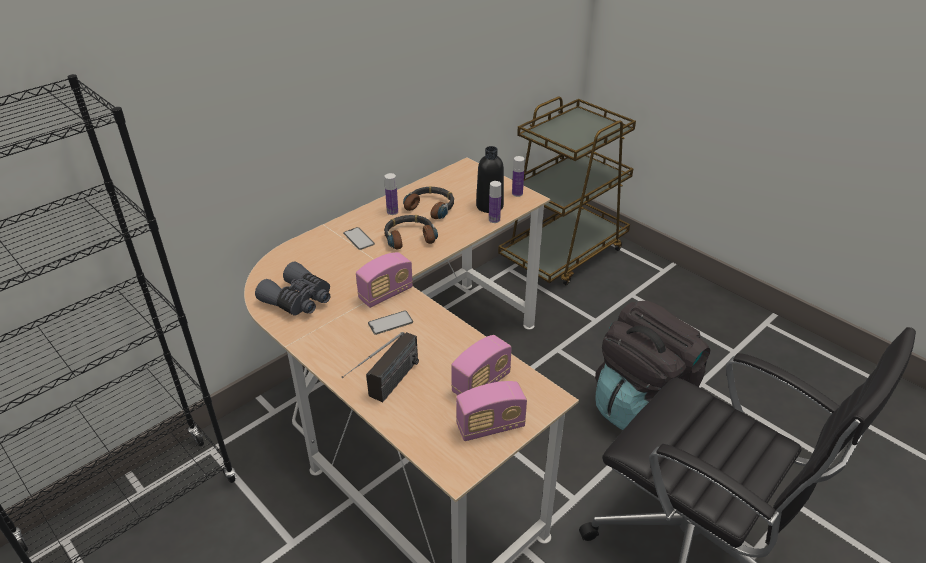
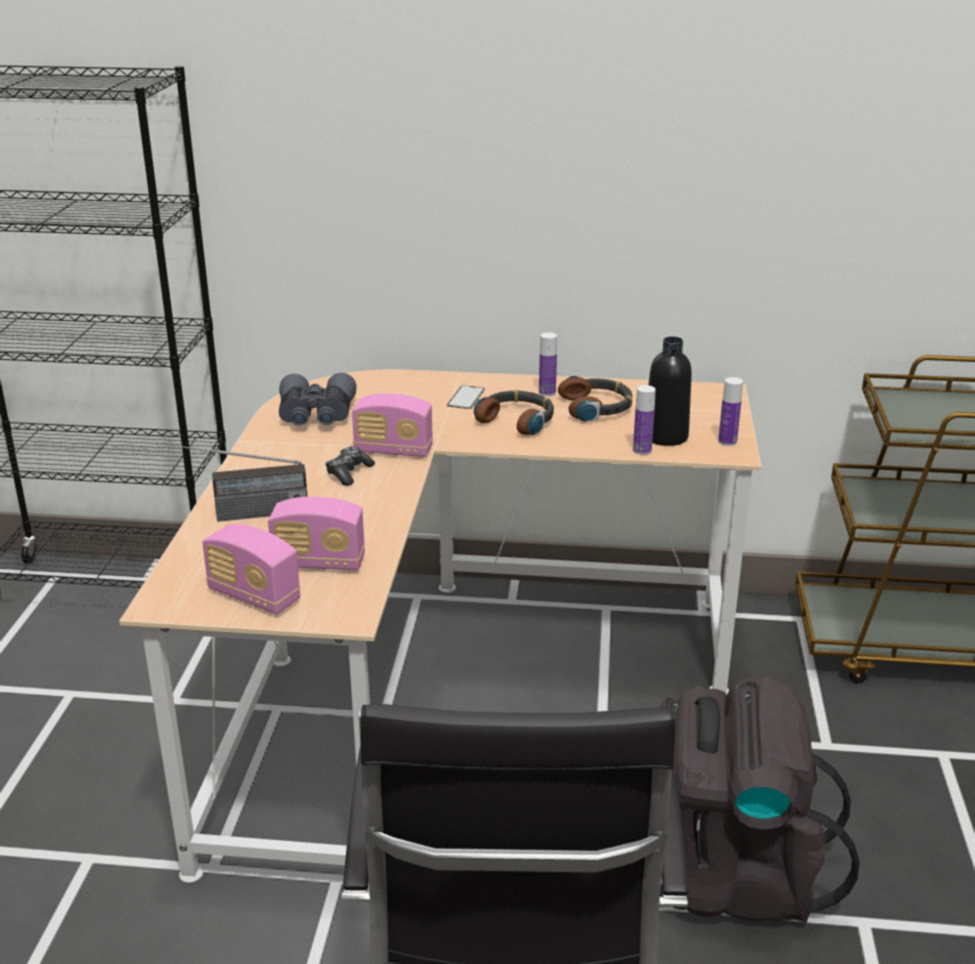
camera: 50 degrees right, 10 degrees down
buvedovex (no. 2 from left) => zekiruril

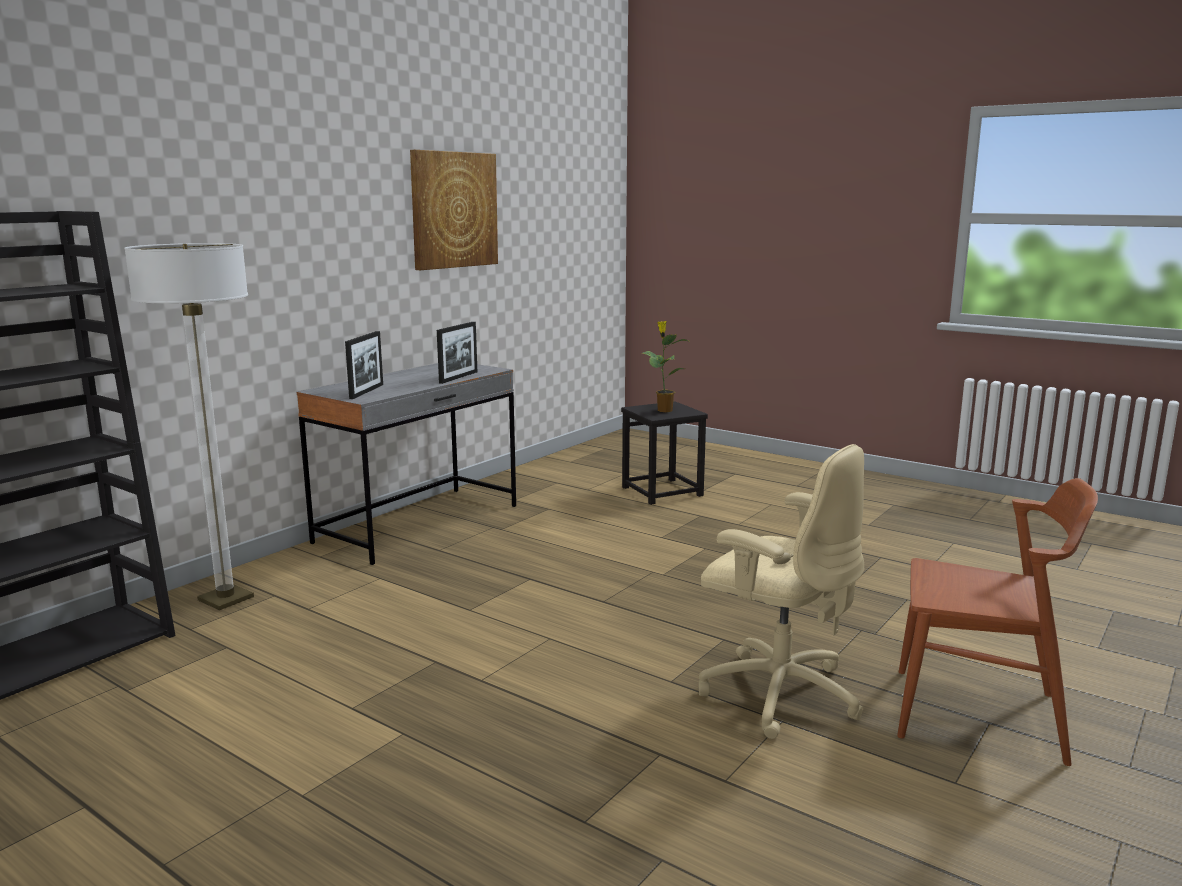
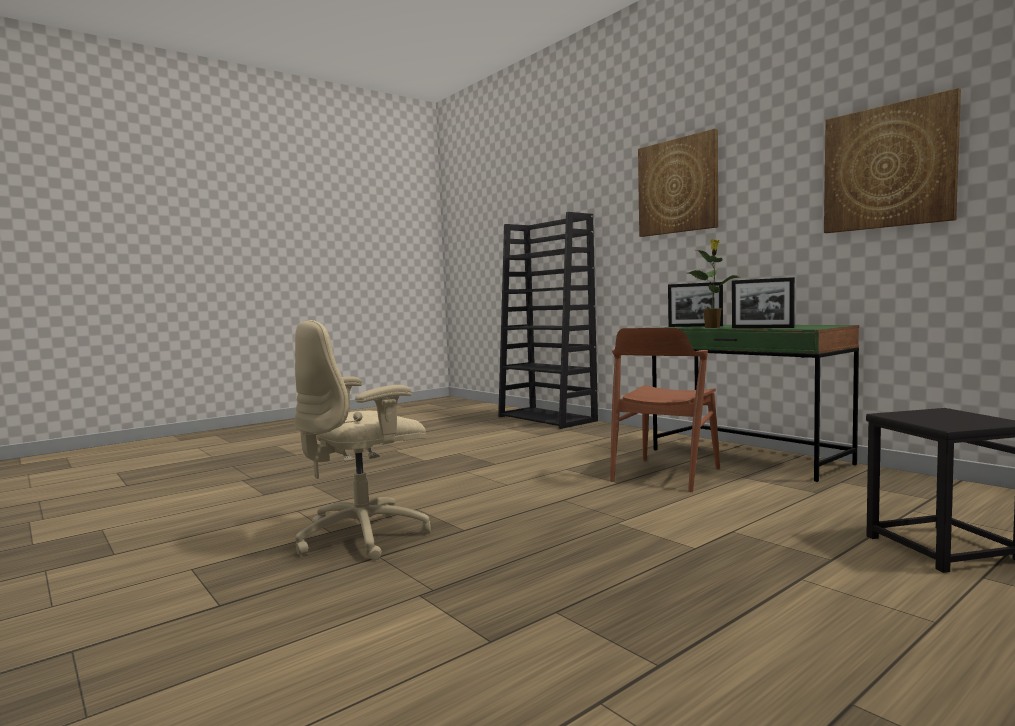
camera: 105 degrees right, 10 degrees down
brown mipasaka, relocated
nothing => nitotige (no. 1 from left)
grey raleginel => green raleginel
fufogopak, relocated
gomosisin => nothing

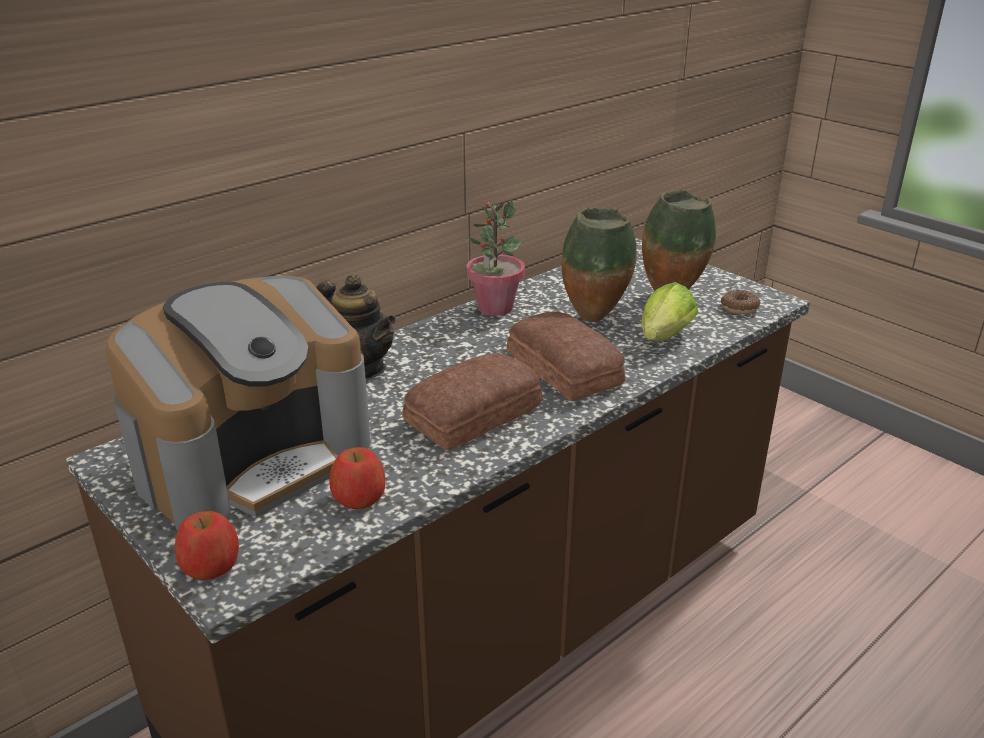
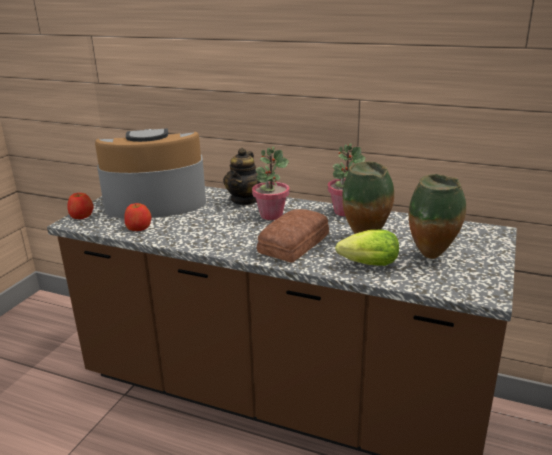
camera: 65 degrees right, 5 degrees down
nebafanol, 150 degrees clockwise
nothing => fufogopak (no. 1 from left)
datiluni (no. 1 from left) => nothing
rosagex => nothing

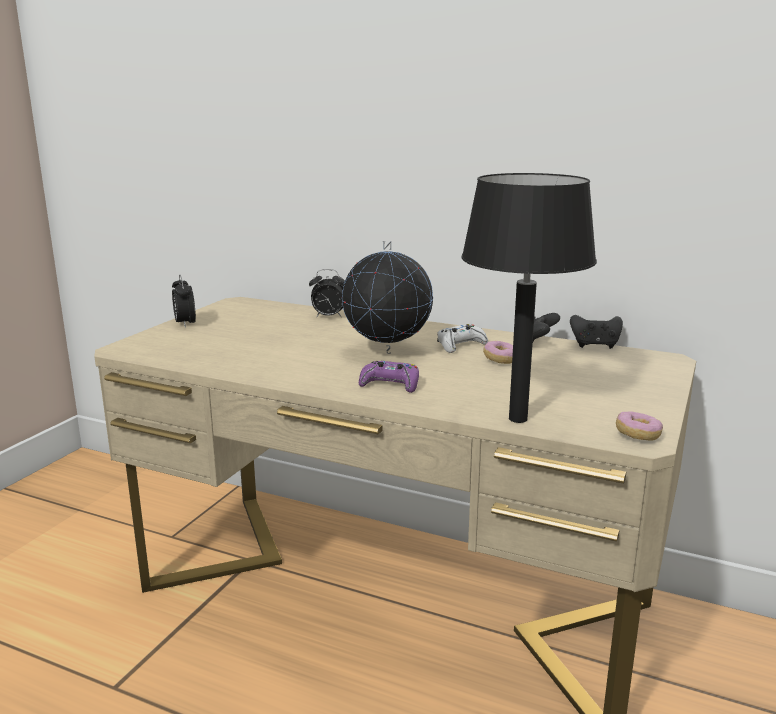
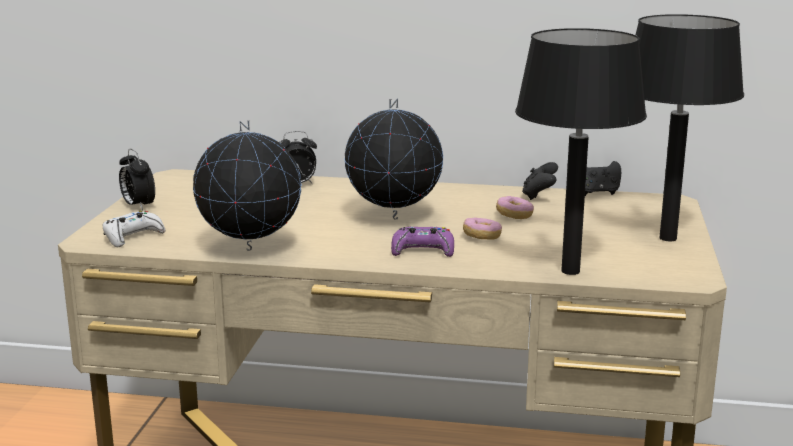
camera: 15 degrees left, 0 degrees up
white zekiruril, relocated
nothing => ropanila (no. 1 from left)
rosagex (no. 2 from left in the first image) => rosagex (no. 1 from left), relocated
nothing => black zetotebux (no. 2 from left)

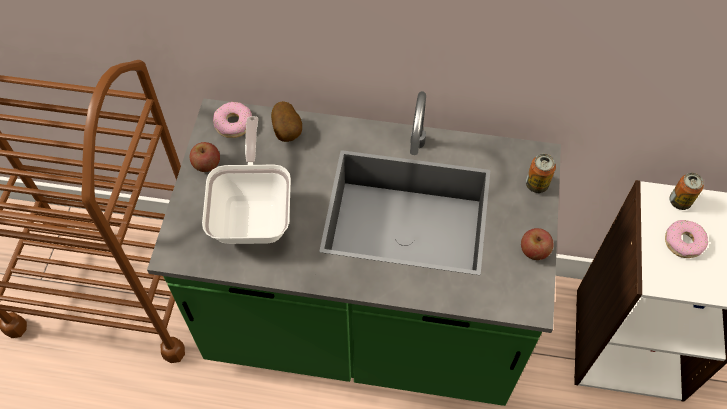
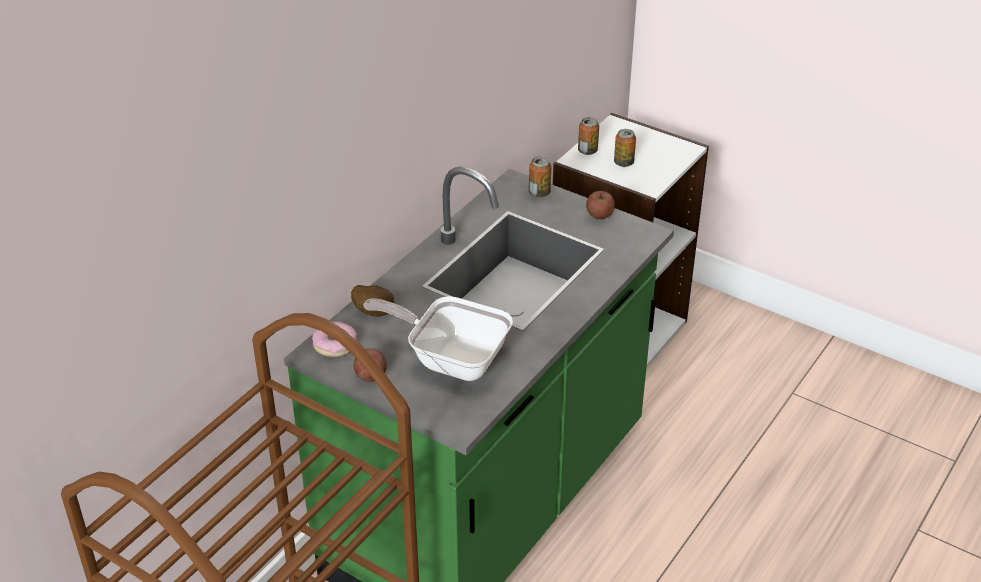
camera: 65 degrees left, 20 degrees down
rosagex (no. 2 from left) => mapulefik (no. 3 from left)

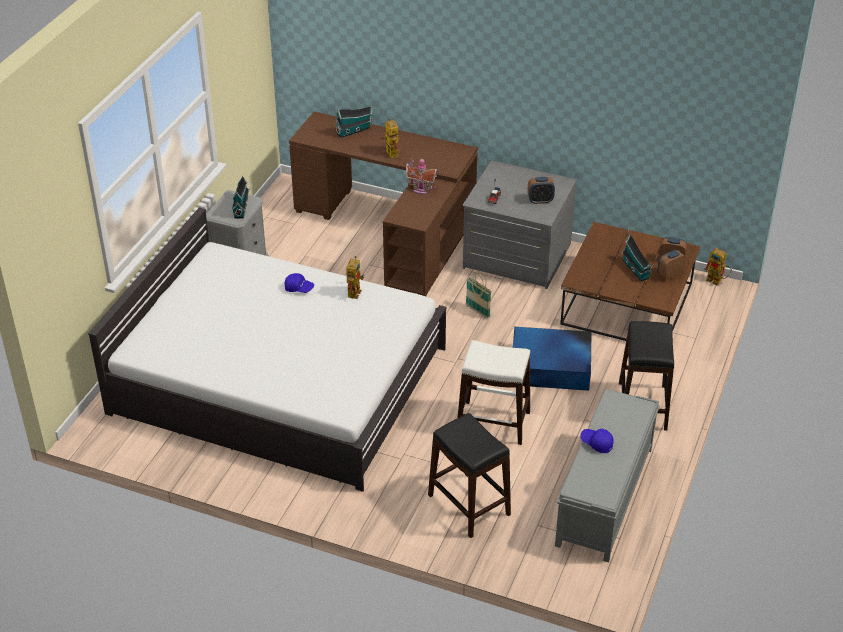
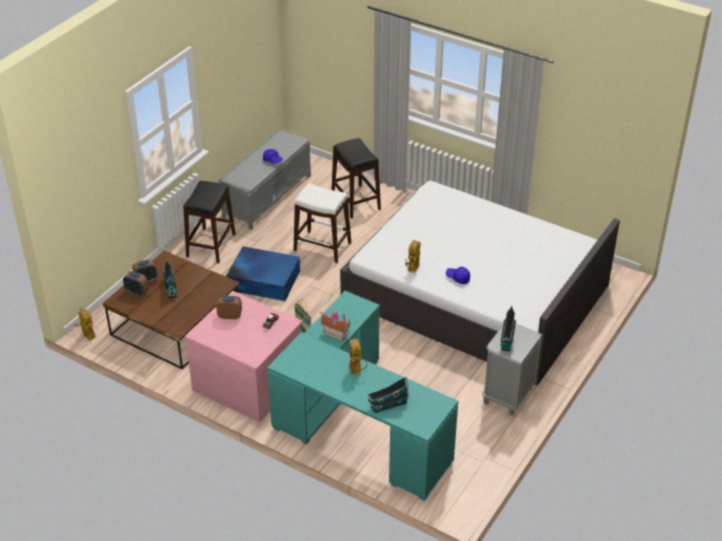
camera: 170 degrees left, 0 degrees up
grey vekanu => pink vekanu
brown raleginel => turquoise raleginel

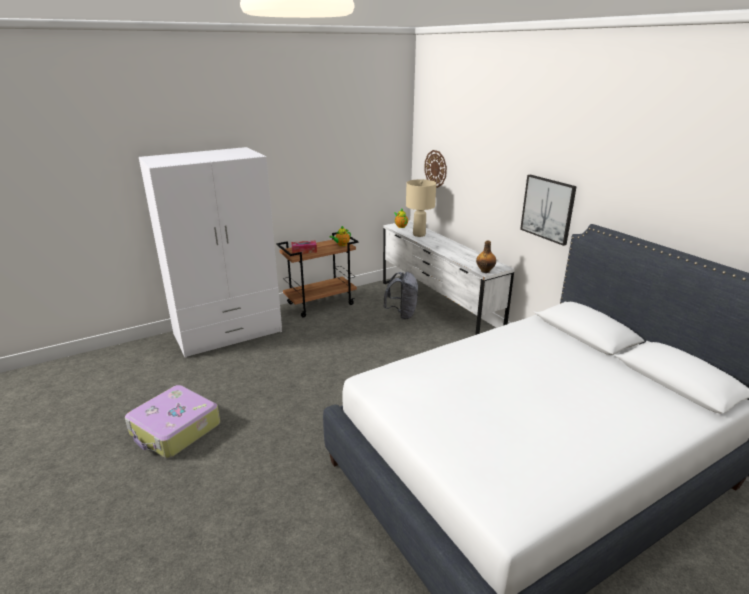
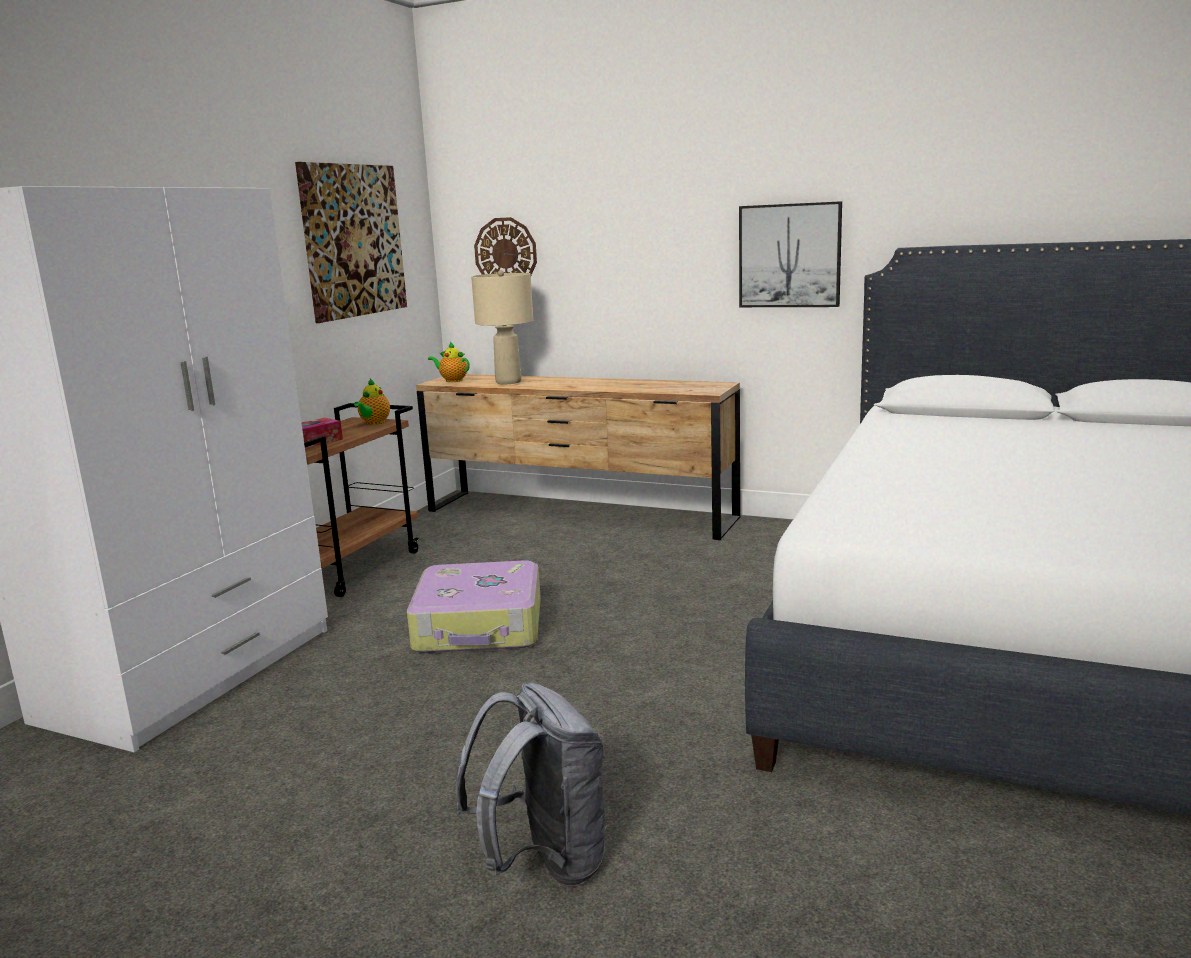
camera: 35 degrees left, 10 degrees down
nothing => nitotige (no. 1 from left)
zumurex, relocated
white vekanu => brown vekanu
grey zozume, relocated
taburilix => nothing

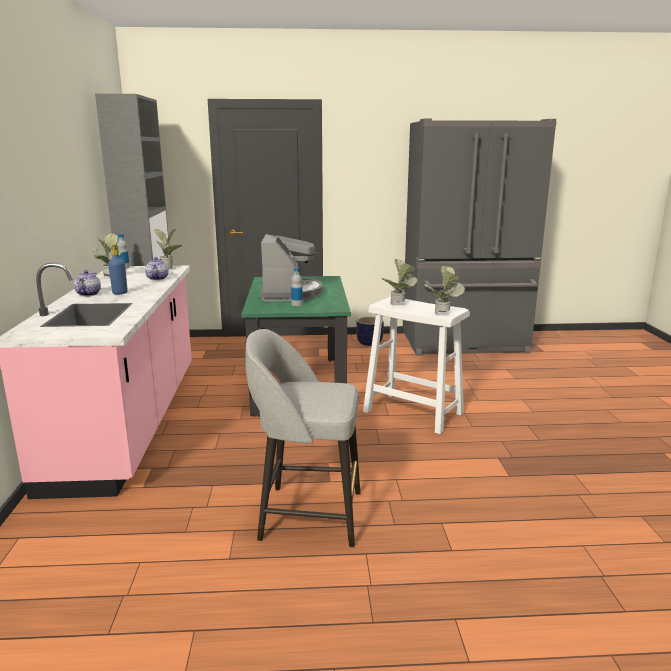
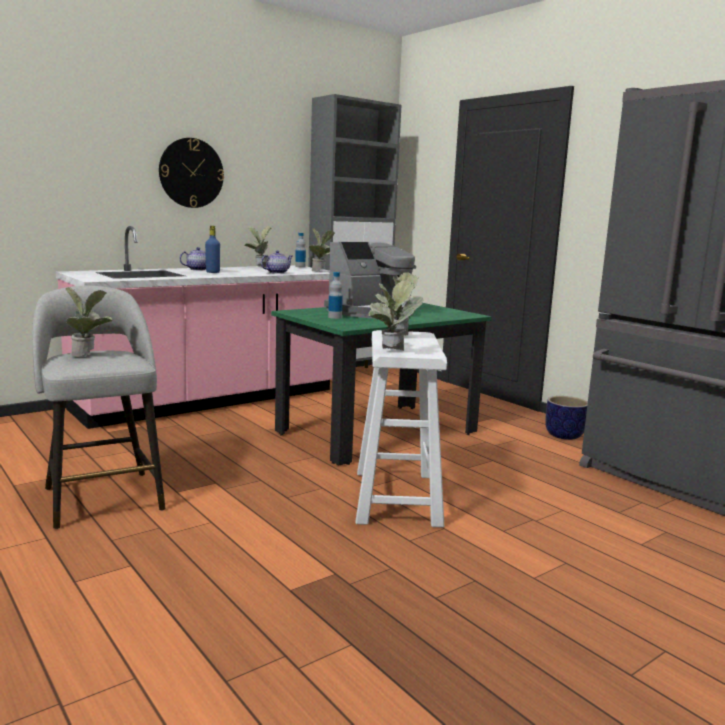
camera: 55 degrees right, 5 degrees down
nothing => fufogopak (no. 1 from left)
nothing => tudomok

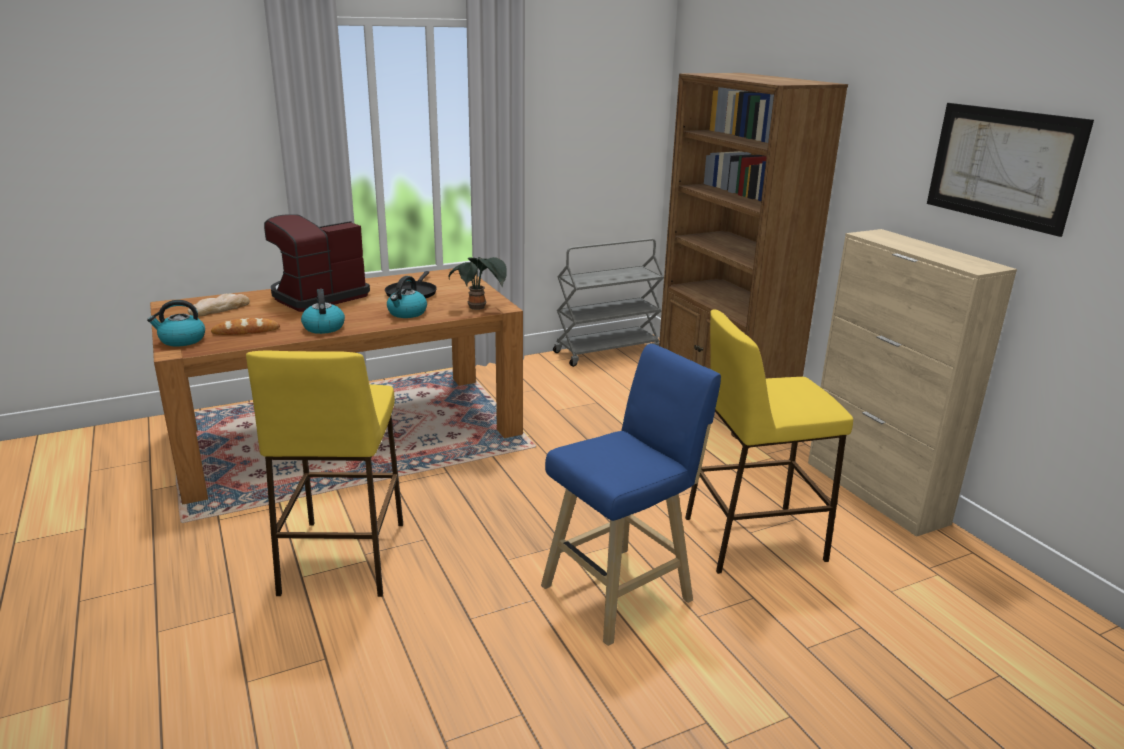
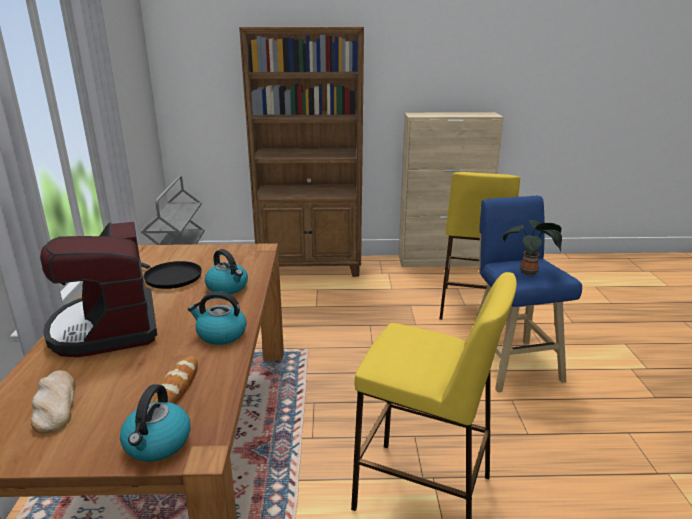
camera: 65 degrees left, 0 degrees up
fufogopak, relocated
nitotige => nothing

